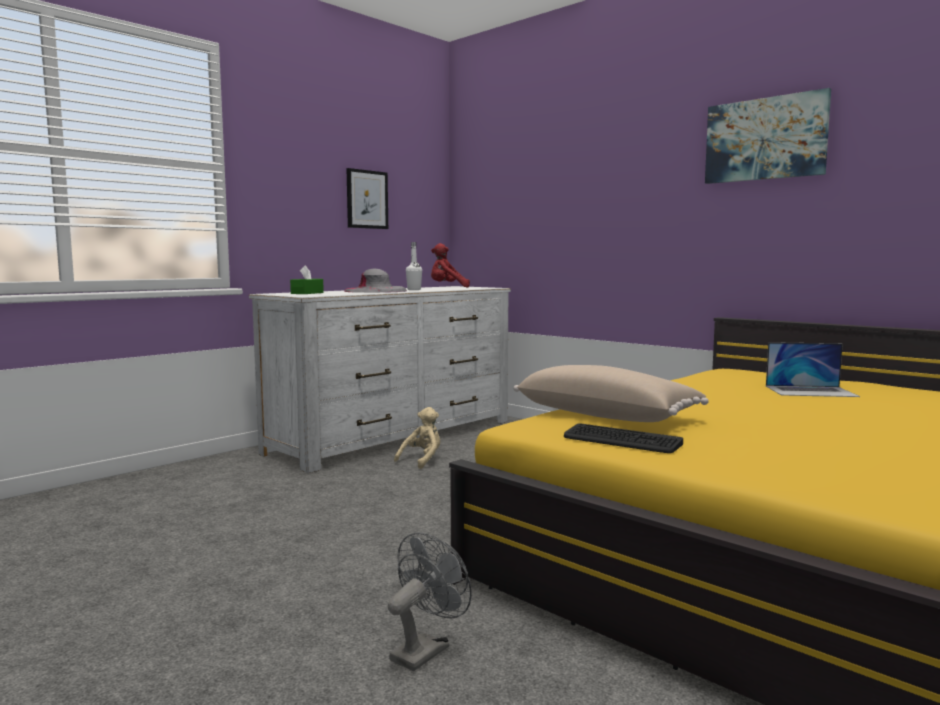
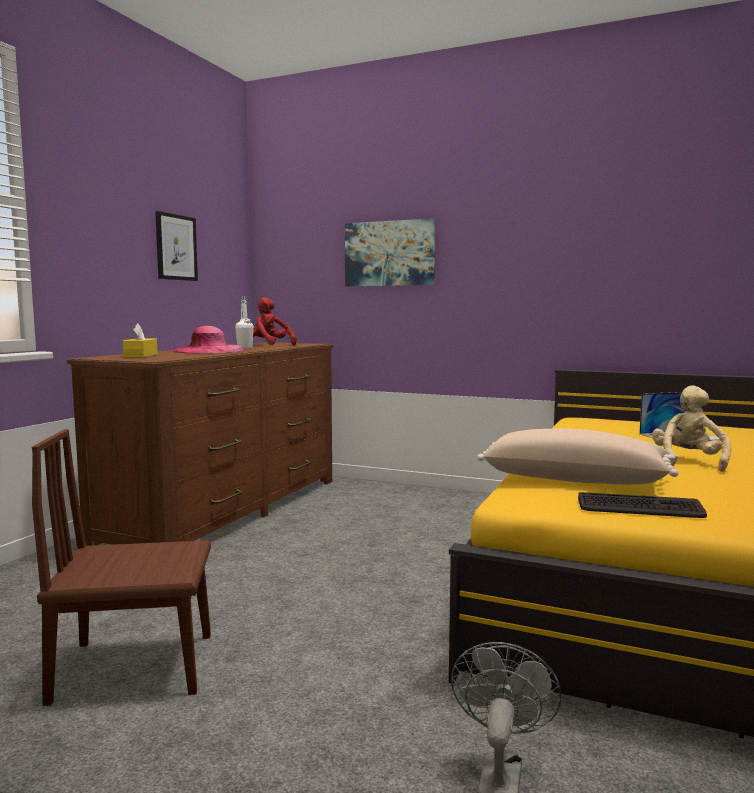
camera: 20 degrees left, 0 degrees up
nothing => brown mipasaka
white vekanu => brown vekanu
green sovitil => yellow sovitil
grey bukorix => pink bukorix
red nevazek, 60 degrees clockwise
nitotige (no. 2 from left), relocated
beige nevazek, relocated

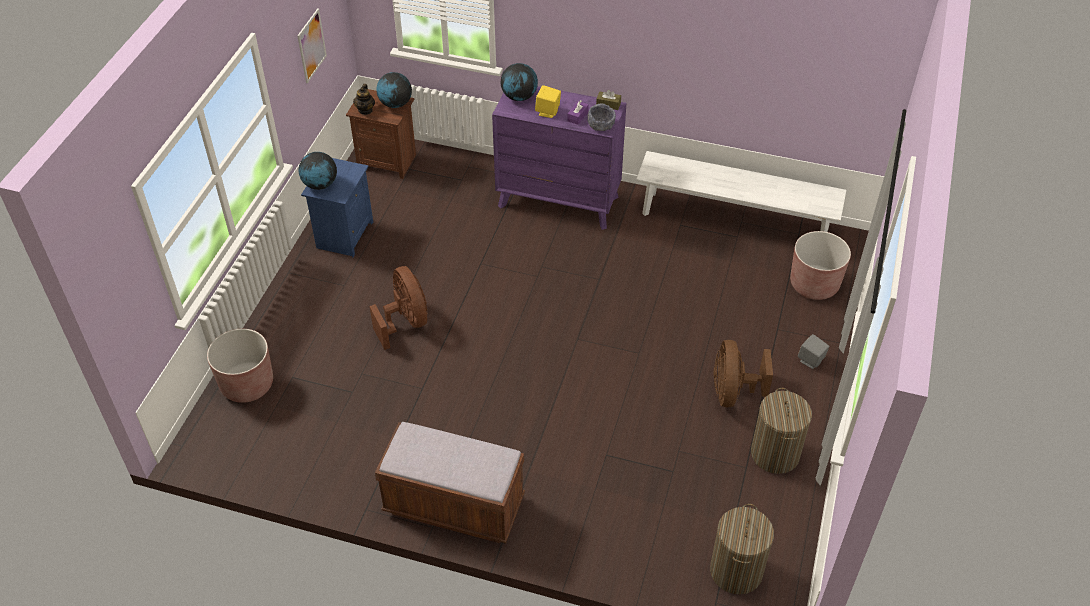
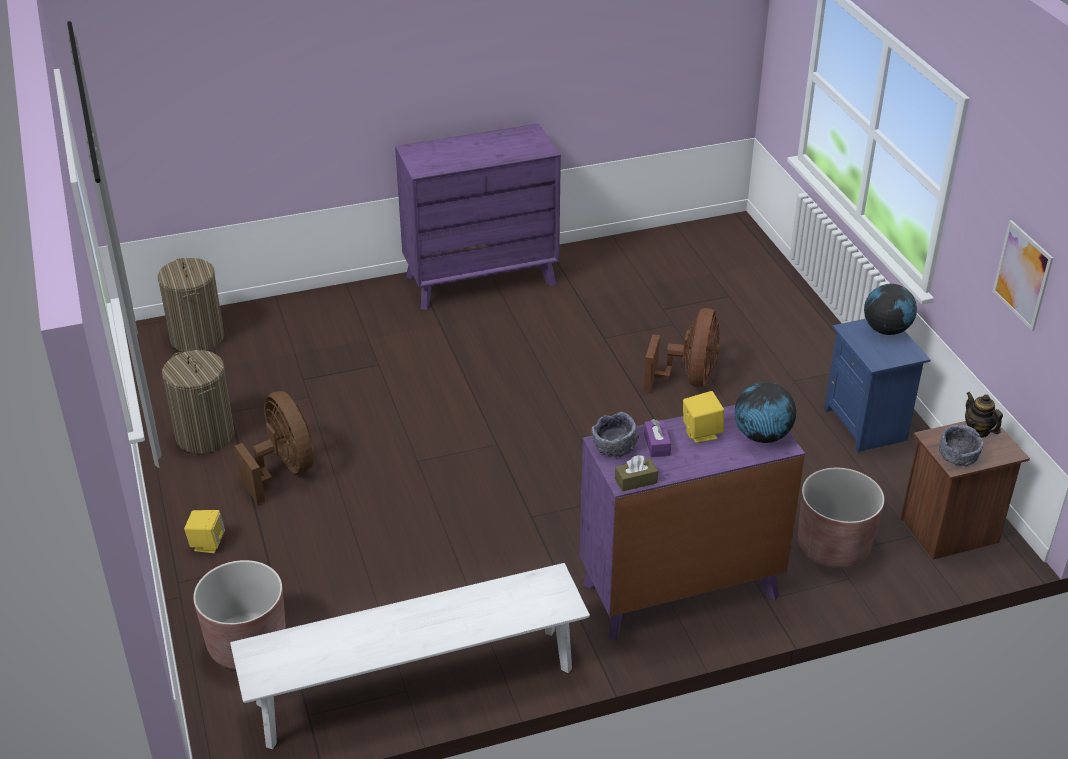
camera: 145 degrees right, 10 degrees down
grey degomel => yellow degomel (no. 1 from left)
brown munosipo => purple vekanu (no. 1 from left)
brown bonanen (no. 1 from left in the first image) => brown bonanen (no. 2 from left), 105 degrees counterclockwise
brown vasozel (no. 1 from left in the first image) => brown vasozel (no. 2 from left), relocated
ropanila (no. 2 from left) => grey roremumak (no. 2 from left)

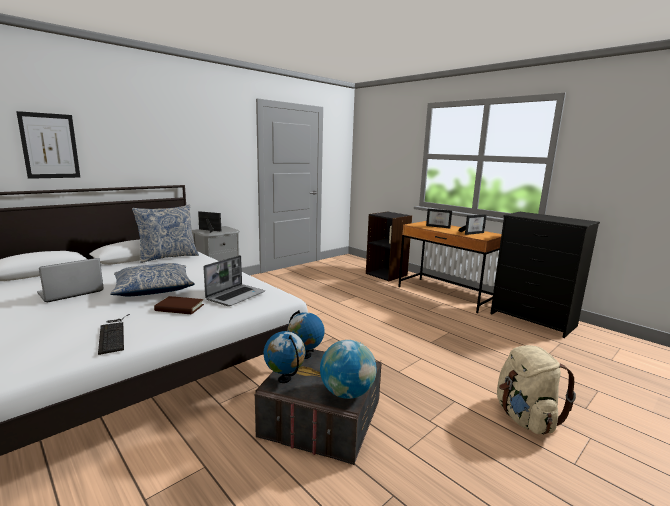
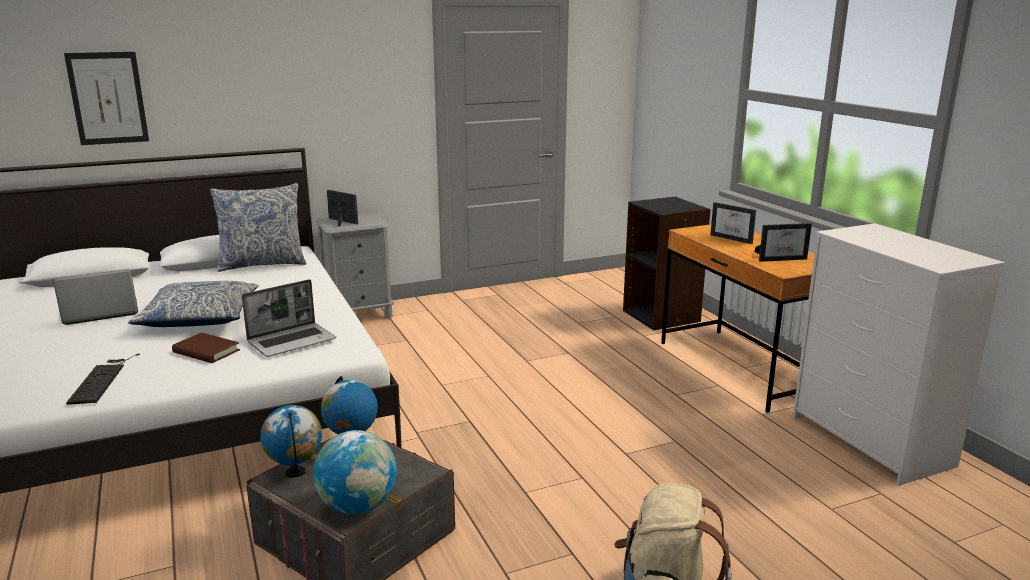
camera: 20 degrees right, 5 degrees up
black vekanu => white vekanu

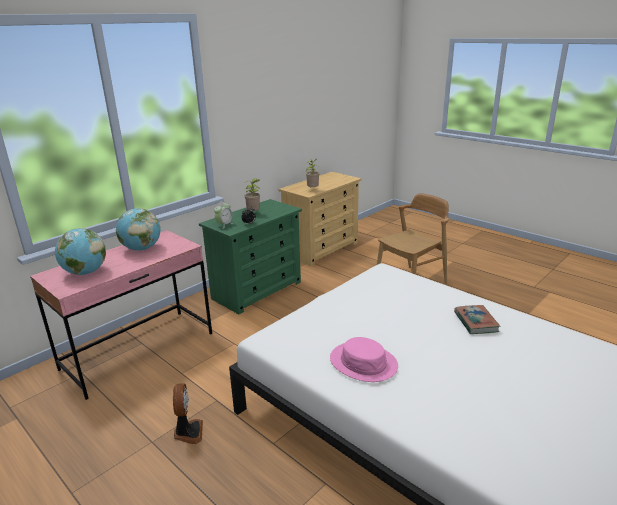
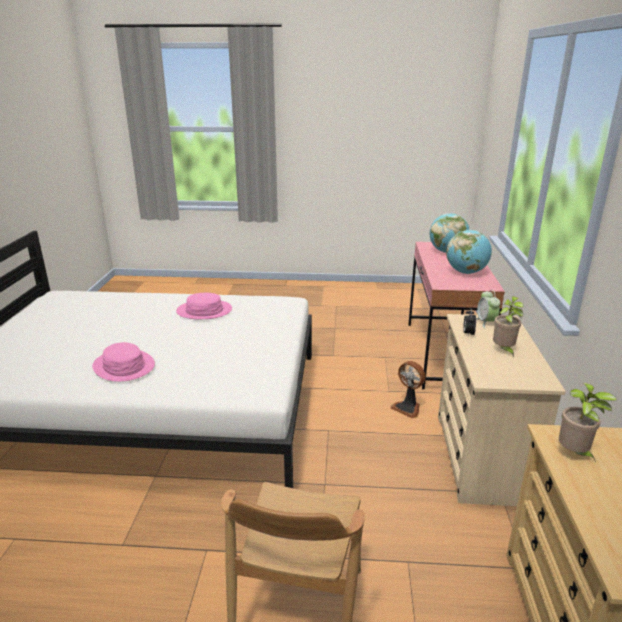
camera: 140 degrees right, 0 degrees up
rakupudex => pink bukorix (no. 1 from left)
bonanen, relocated
green vekanu => beige vekanu (no. 1 from left)

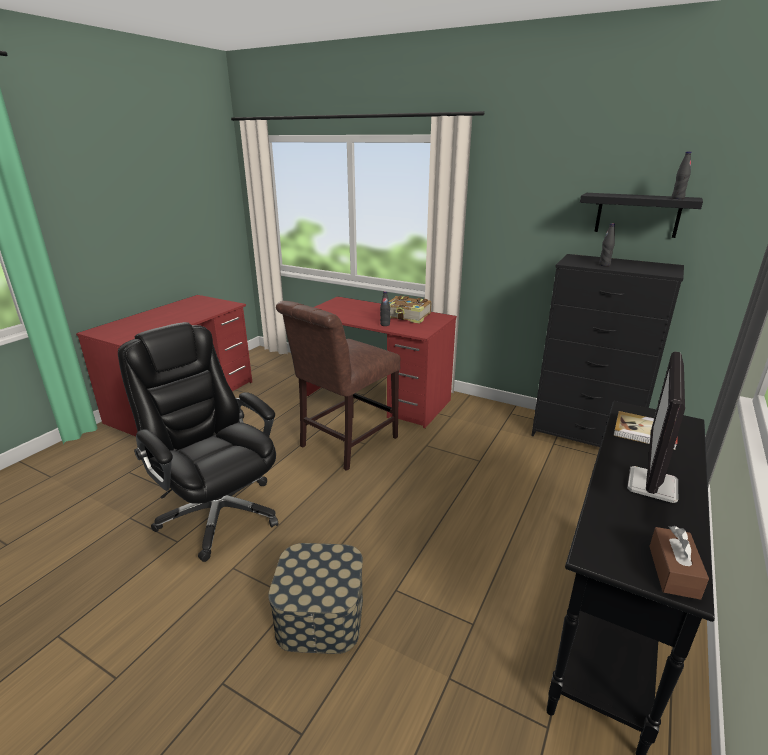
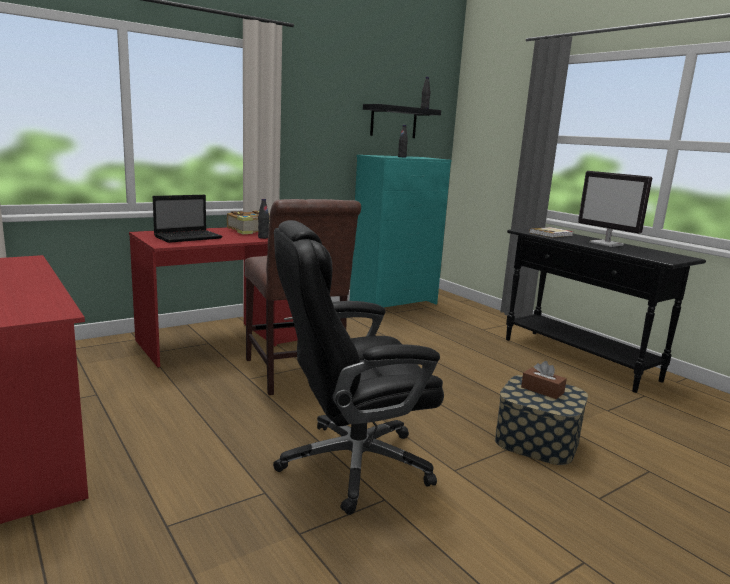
camera: 65 degrees left, 10 degrees down
nothing => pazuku
black vekanu => turquoise vekanu
brown sovitil, relocated

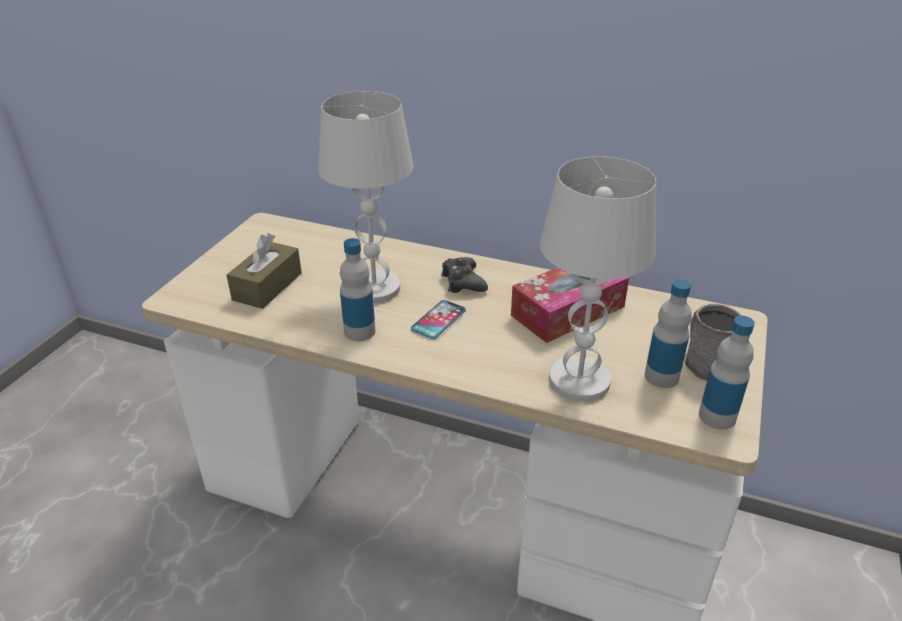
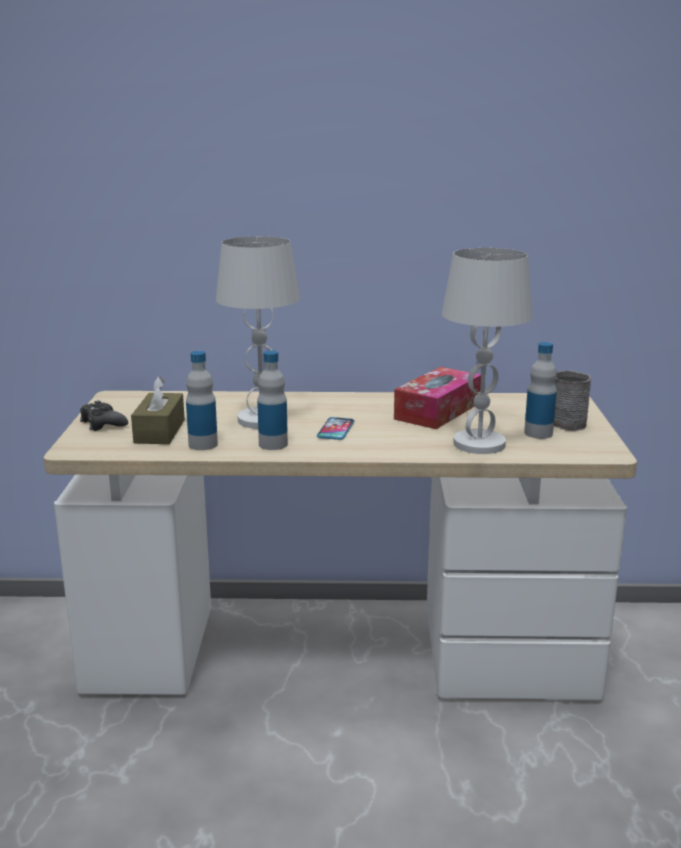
camera: 20 degrees left, 15 degrees down
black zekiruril, relocated
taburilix (no. 3 from left in the first image) => taburilix (no. 1 from left), relocated

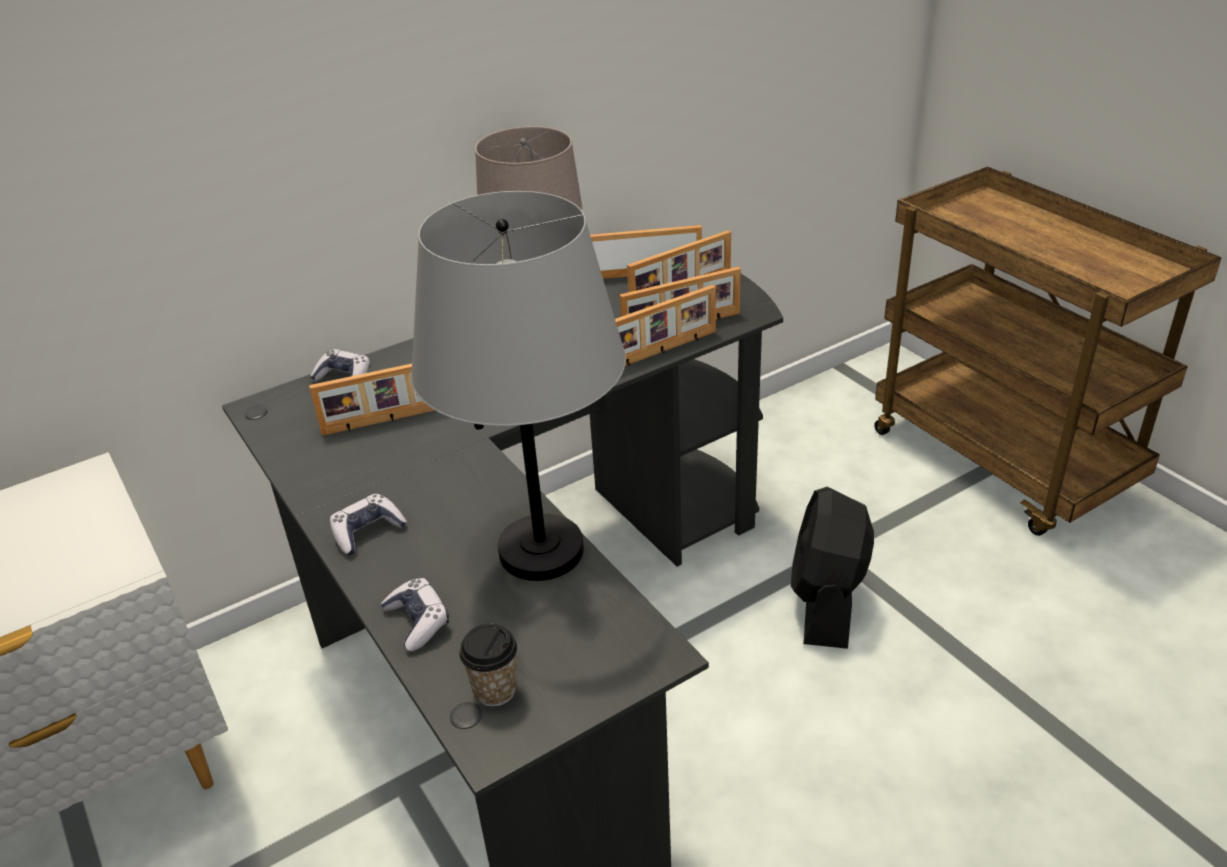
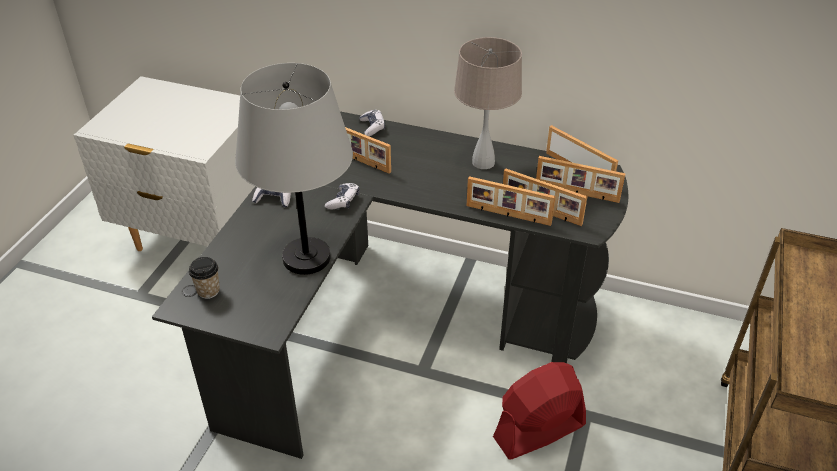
camera: 50 degrees right, 5 degrees up
zekiruril (no. 3 from left in the first image) => zekiruril (no. 2 from left), relocated
black bonanen => red bonanen

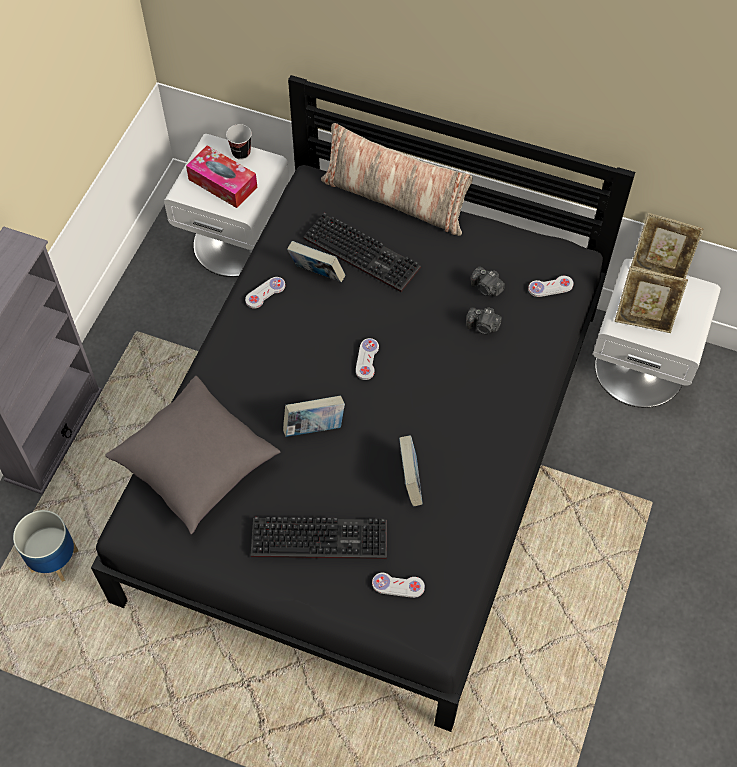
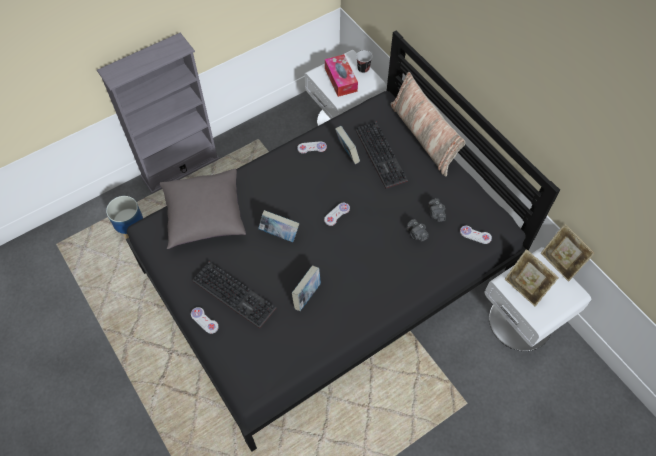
camera: 35 degrees right, 0 degrees up
white zekiruril (no. 3 from left in the first image) => white zekiruril (no. 1 from left), relocated

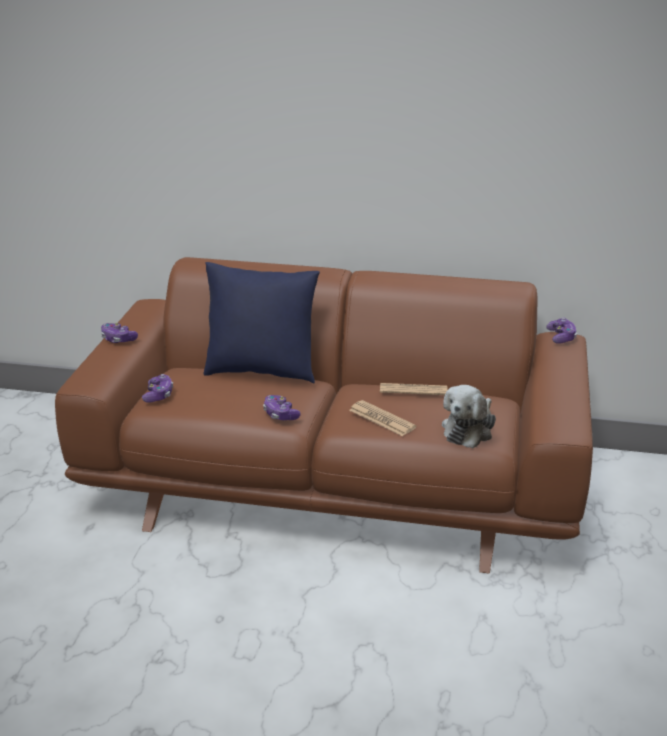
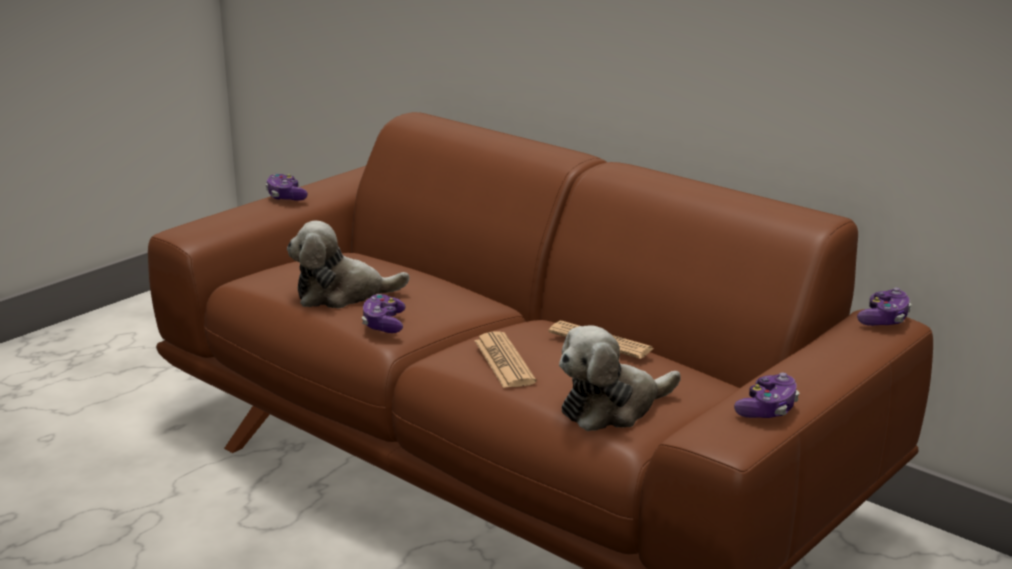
camera: 30 degrees right, 5 degrees down
nothing => nevazek (no. 1 from left)
zekiruril (no. 2 from left in the first image) => zekiruril (no. 3 from left), relocated
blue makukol => nothing

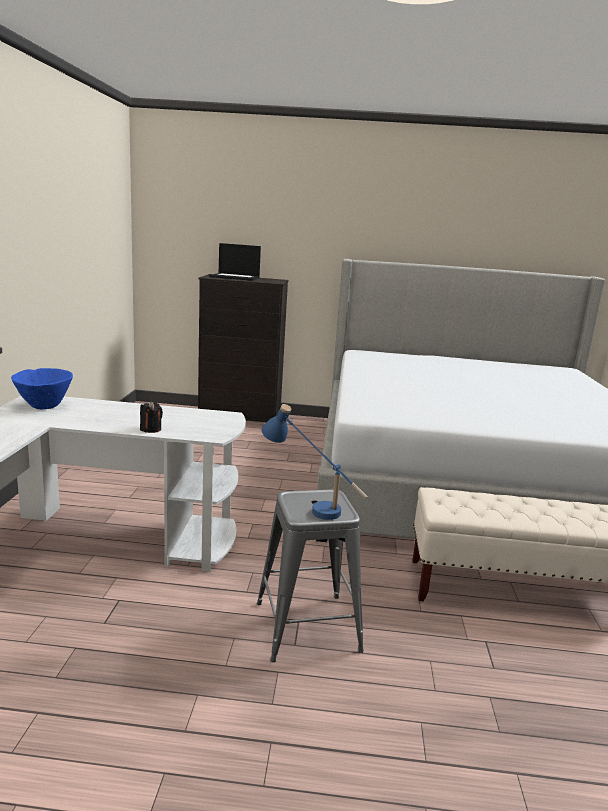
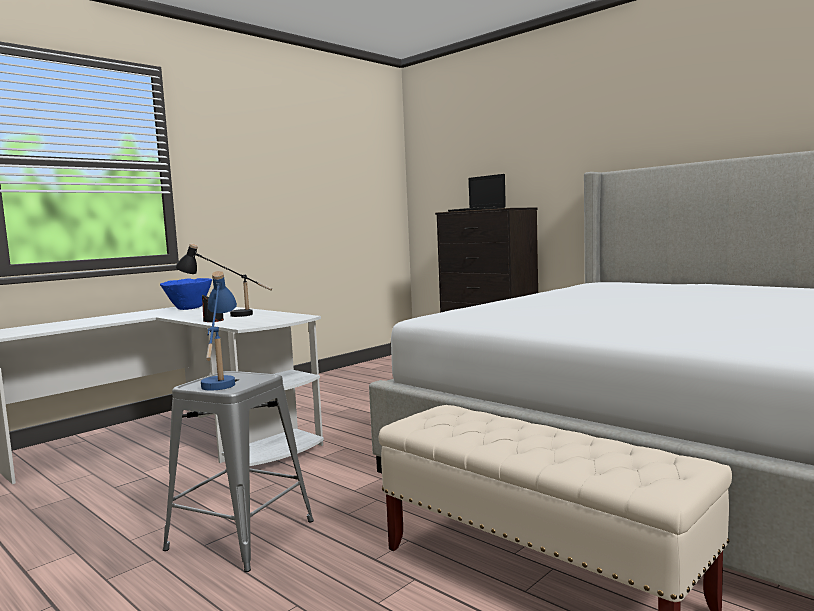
camera: 40 degrees right, 10 degrees down
nothing => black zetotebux

